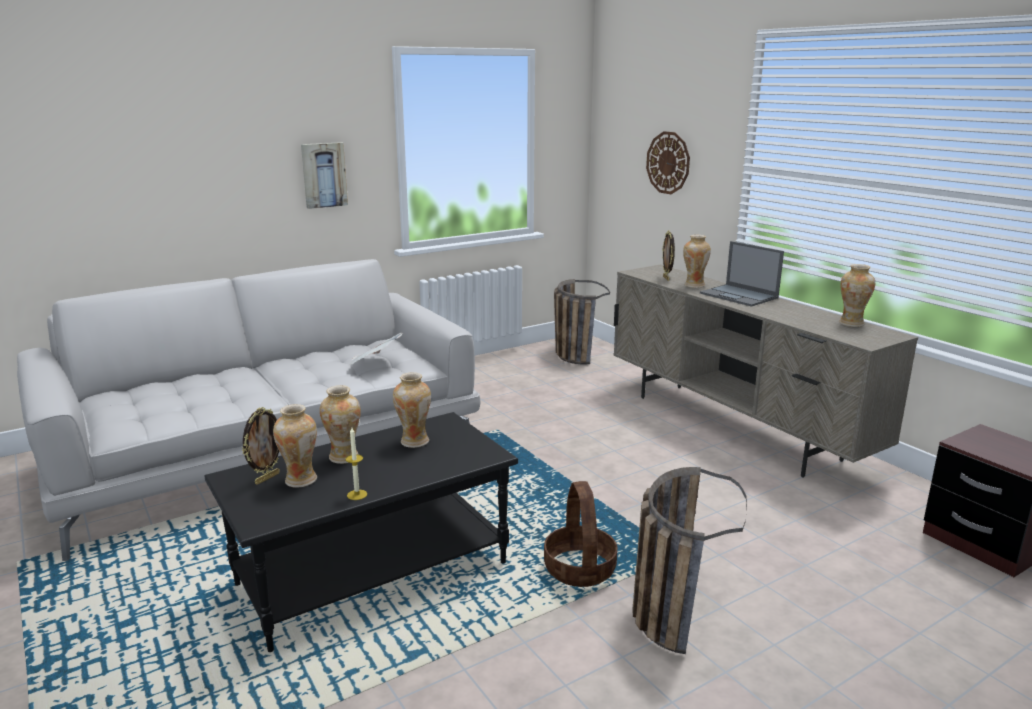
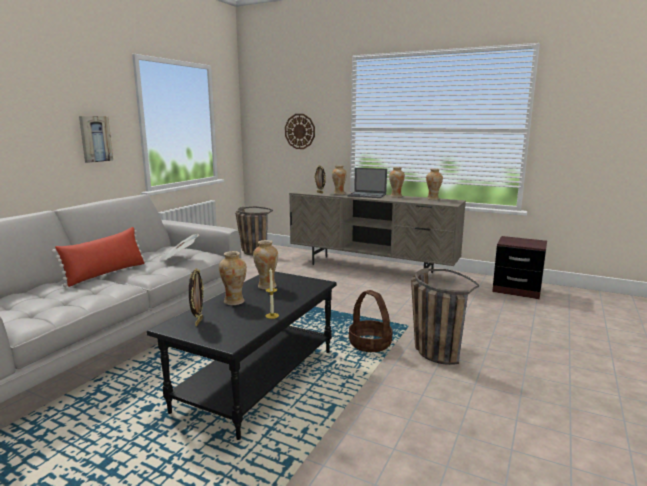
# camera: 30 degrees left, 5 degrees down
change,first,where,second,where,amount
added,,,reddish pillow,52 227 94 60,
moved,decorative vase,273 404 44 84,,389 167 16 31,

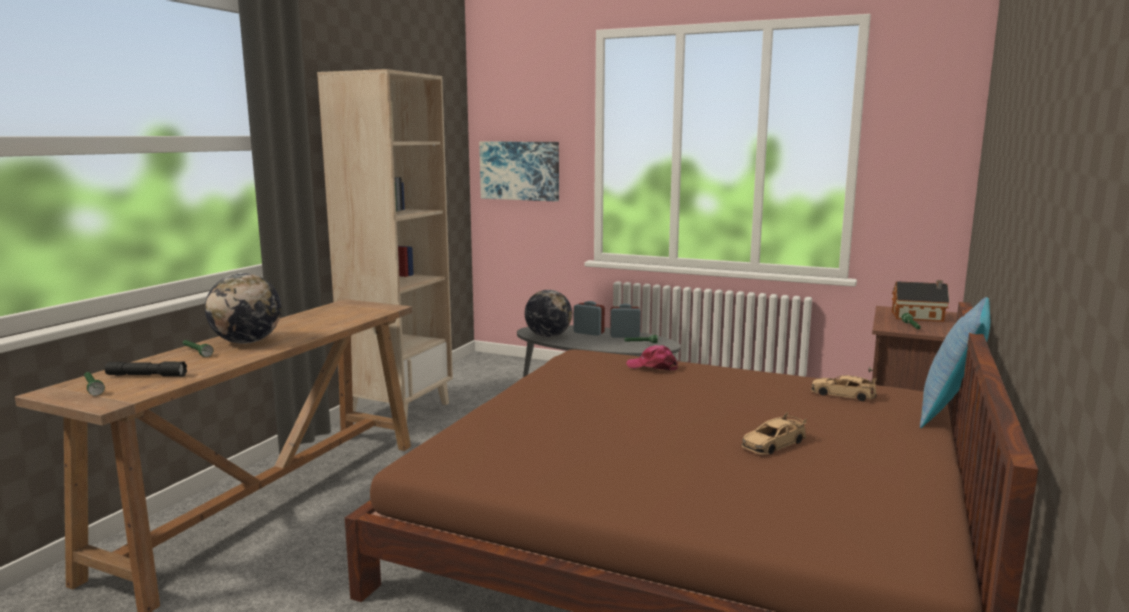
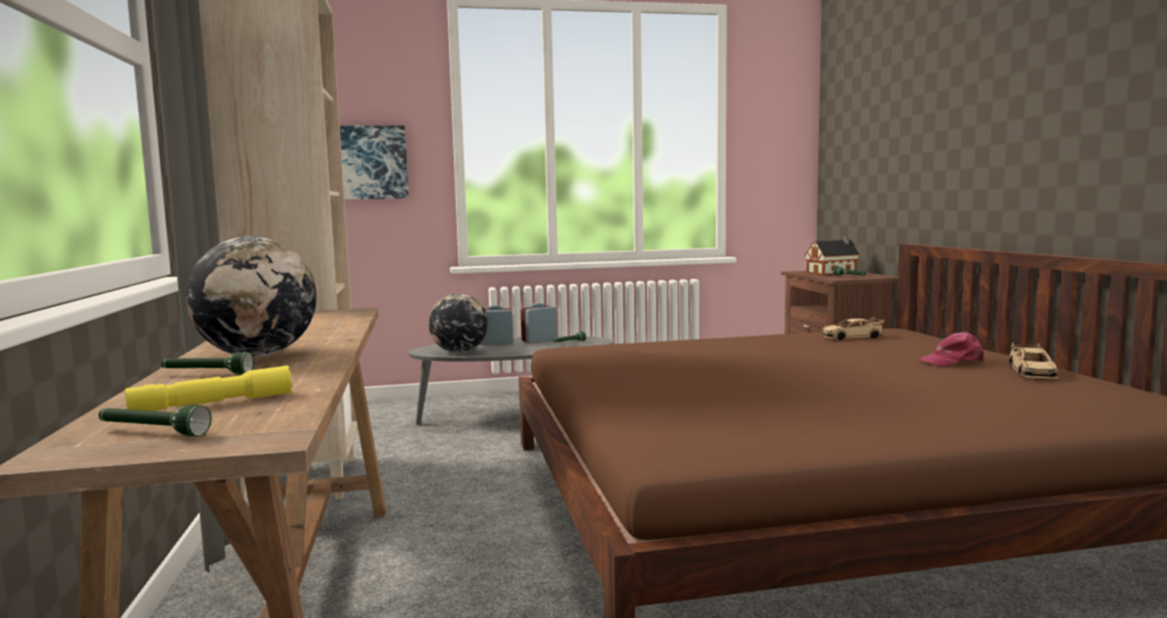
# camera: 35 degrees left, 5 degrees down
change,first,where,second,where,amount
recoloured,black-coloured hand torch,105 361 82 16,yellowish hand torch,125 365 167 46,
moved,pinkish baseball cap,626 345 52 25,,917 332 67 35,
moved,beige miniature car,741 412 66 43,,1008 342 51 37,
removed,pillow,920 297 70 131,,,

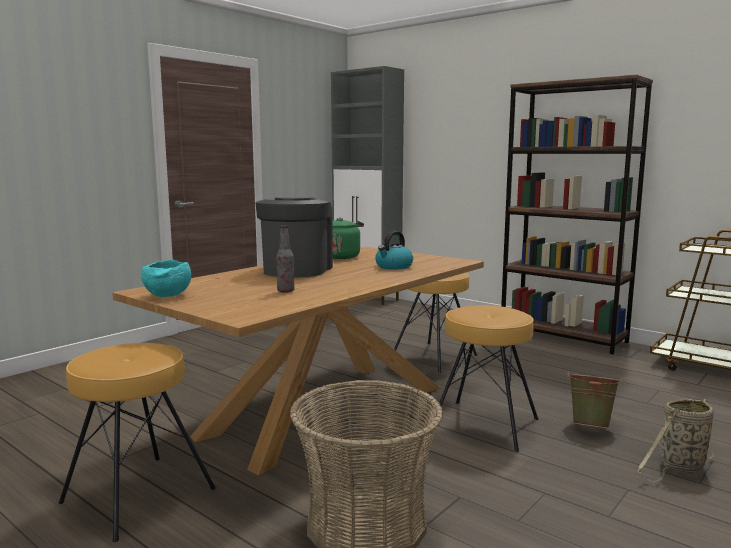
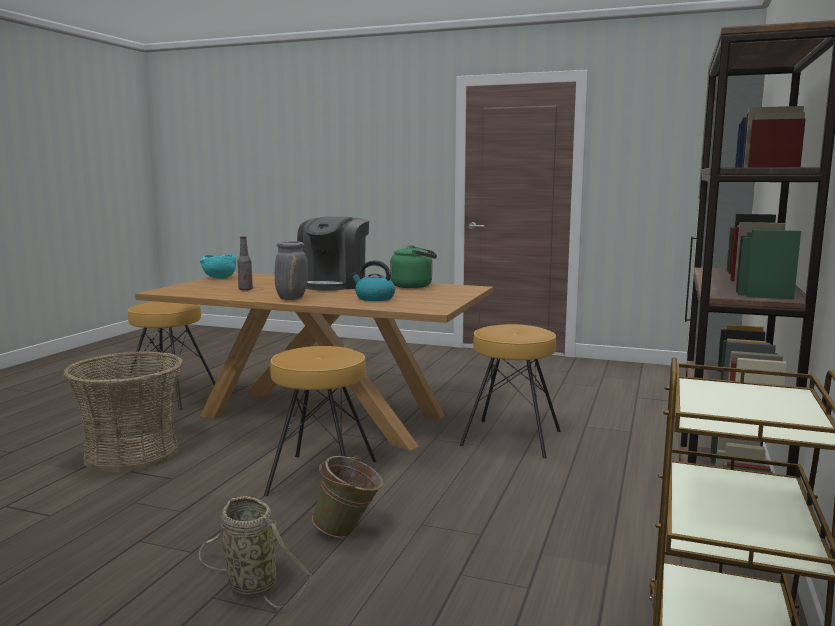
# camera: 70 degrees right, 0 degrees up
change,first,where,second,where,amount
added,,,greyish decorative vase,275 241 33 59,
turned,coffee machine,255 197 78 80,,297 217 72 74,120 degrees clockwise

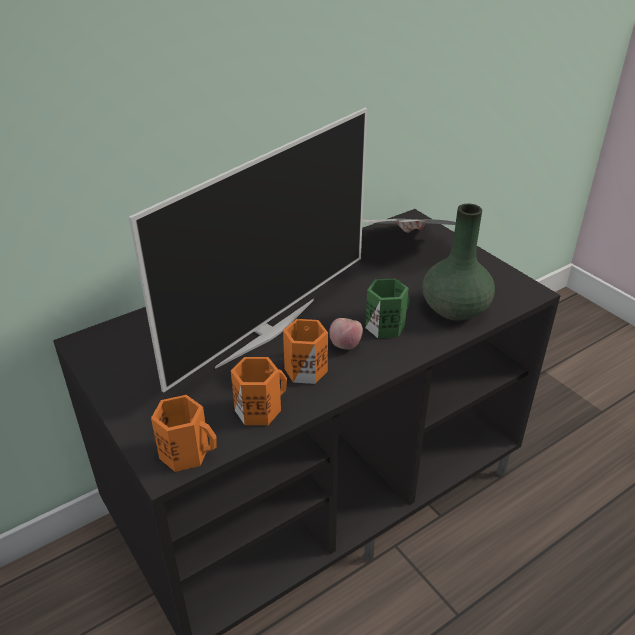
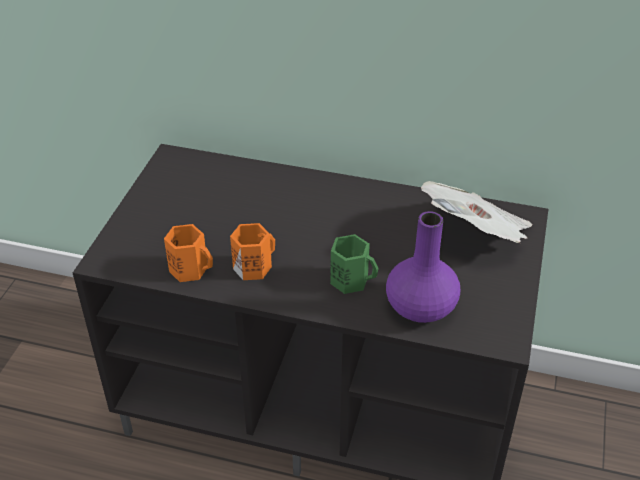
# camera: 50 degrees right, 5 degrees up
change,first,where,second,where,amount
recoloured,greenish decorative vase,422 204 73 117,purplish decorative vase,386 211 74 112,
removed,TV set,129 108 238 285,,,
removed,orangey coffee mug,151 395 66 77,,,
removed,apple,329 318 34 32,,,

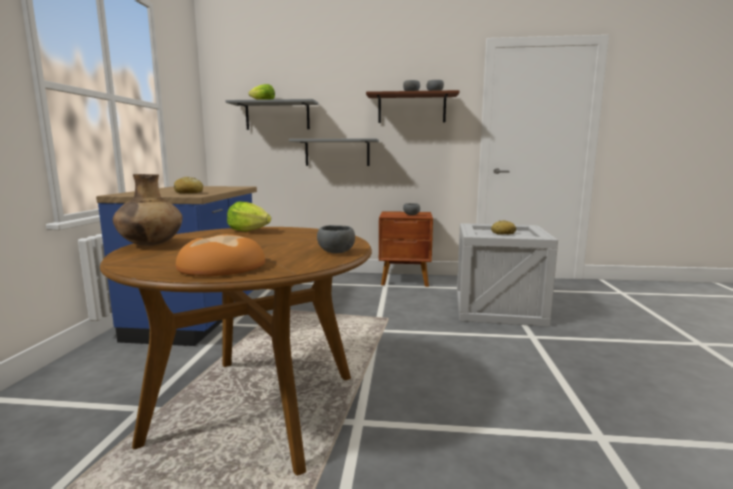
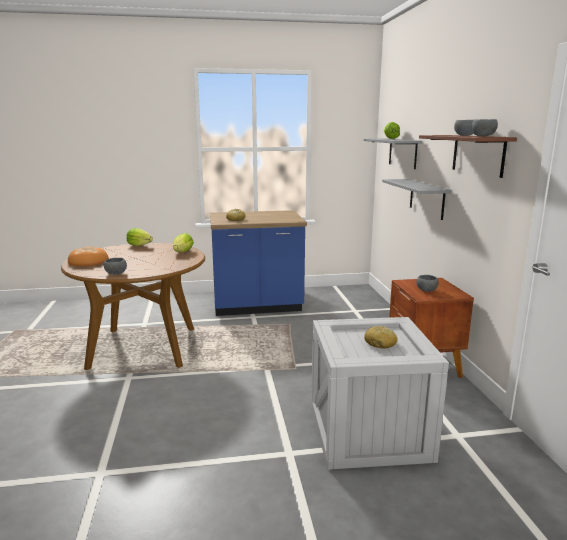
# camera: 75 degrees right, 5 degrees up
change,first,where,second,where,amount
replaced,brownish decorative vase,113 174 69 72,head of lettuce,127 228 26 18,

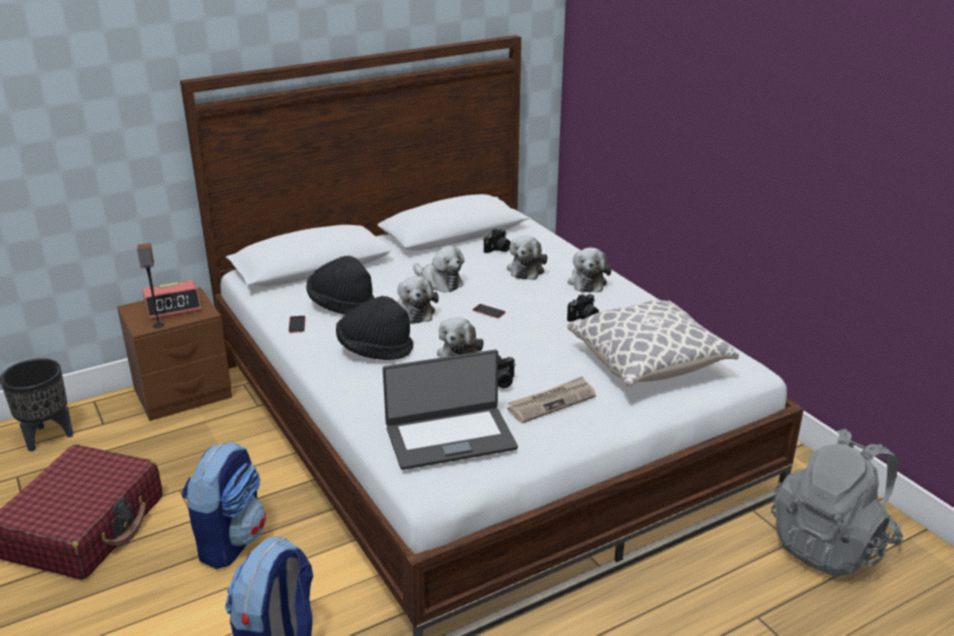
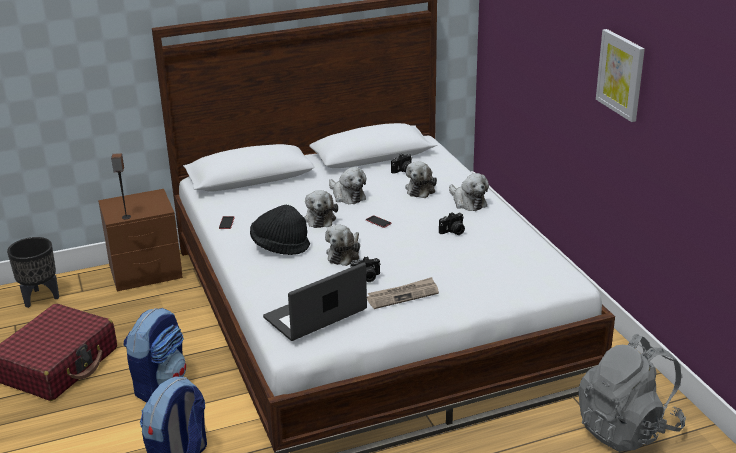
# camera: 10 degrees right, 0 degrees up
change,first,where,second,where,amount
turned,notebook computer,383 350 135 120,,263 263 104 78,150 degrees clockwise
turned,plush toy,567 248 44 44,,449 173 40 38,45 degrees counterclockwise
added,,,wall picture,596 29 49 93,
removed,bedside clock,142 280 59 39,,,
removed,black-coloured hat,306 256 68 58,,,
removed,pillow,567 300 172 89,,,

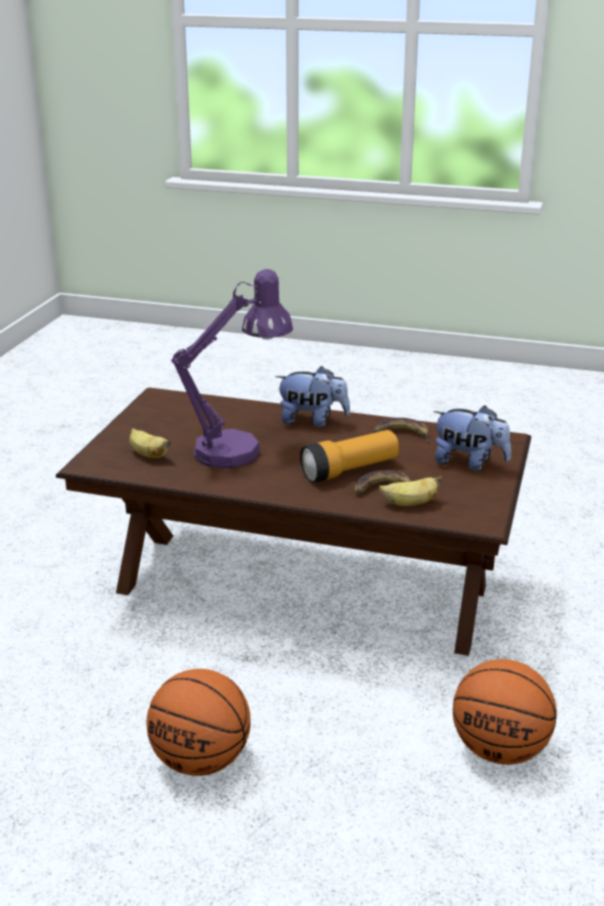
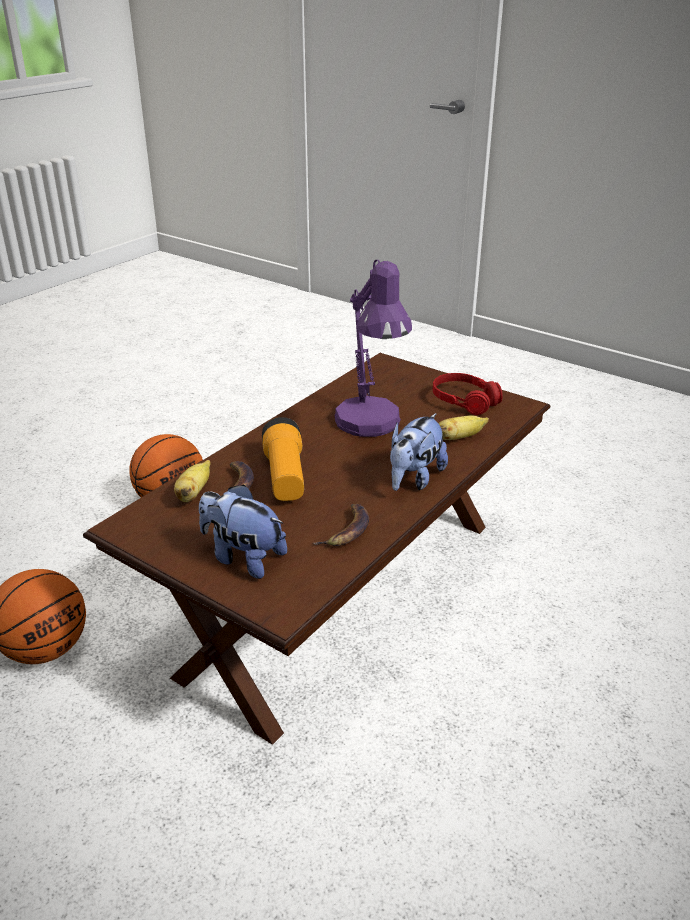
# camera: 110 degrees right, 5 degrees up
change,first,where,second,where,amount
turned,plush toy,434 406 77 65,,199 484 88 95,75 degrees clockwise
added,,,reddish headphones,433 373 70 42,
moved,banana,129 428 42 30,,439 415 50 25,

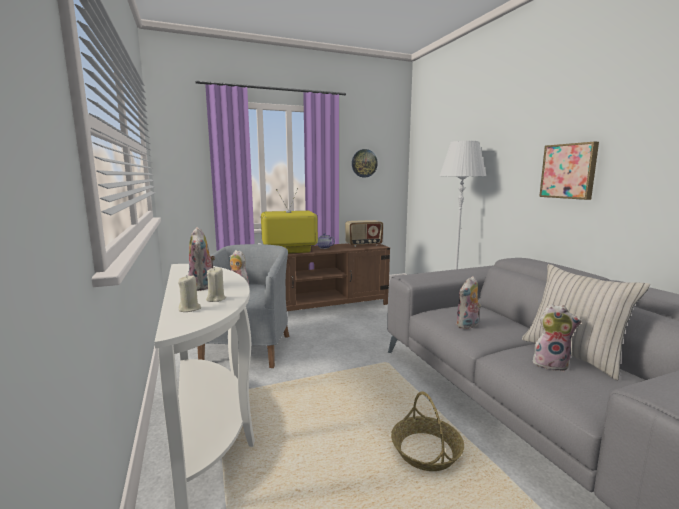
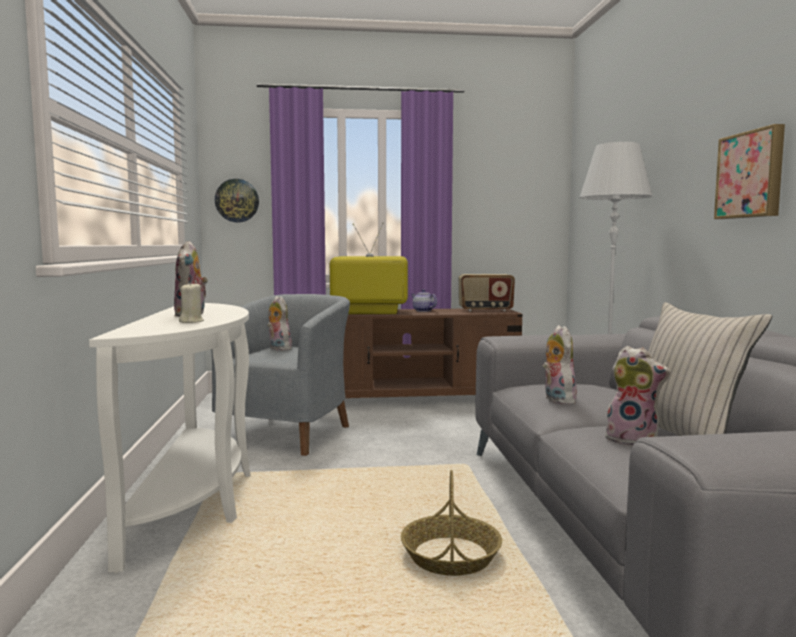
# camera: 15 degrees right, 5 degrees down
change,first,where,second,where,amount
moved,wall clock,352 149 26 28,,215 179 44 43,
turned,plush toy,456 276 25 53,,542 325 35 80,105 degrees clockwise
removed,beige wax candle,178 275 23 37,,,

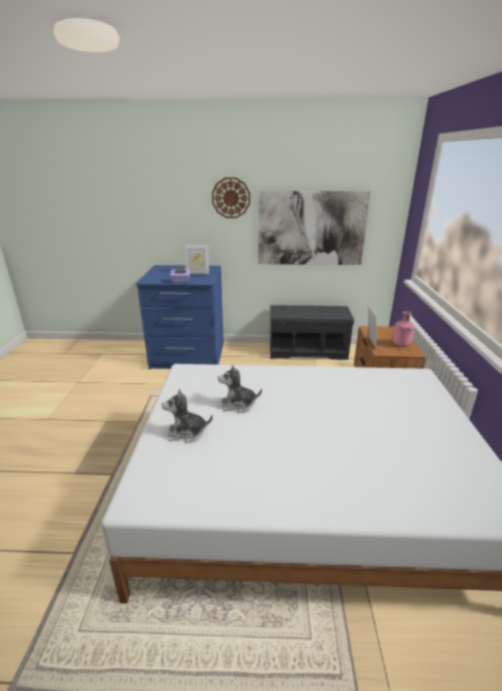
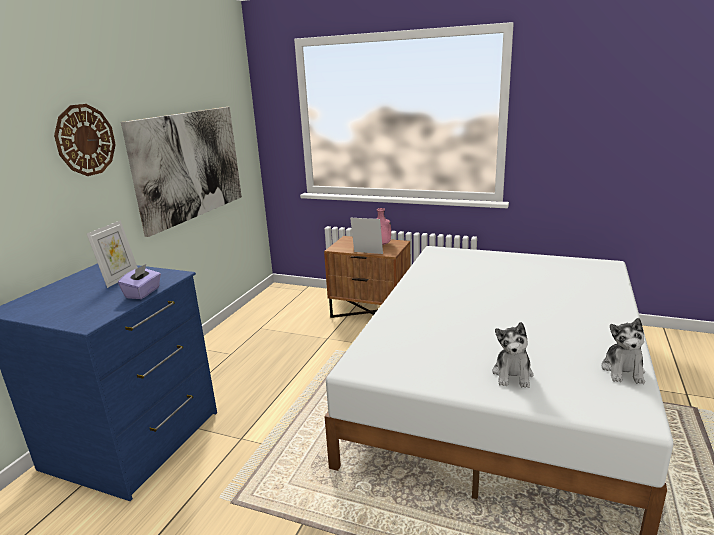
# camera: 70 degrees left, 5 degrees down
change,first,where,second,where,amount
moved,plush toy,218 364 44 49,,602 318 43 66,
removed,greyish long seat,270 305 84 55,,,

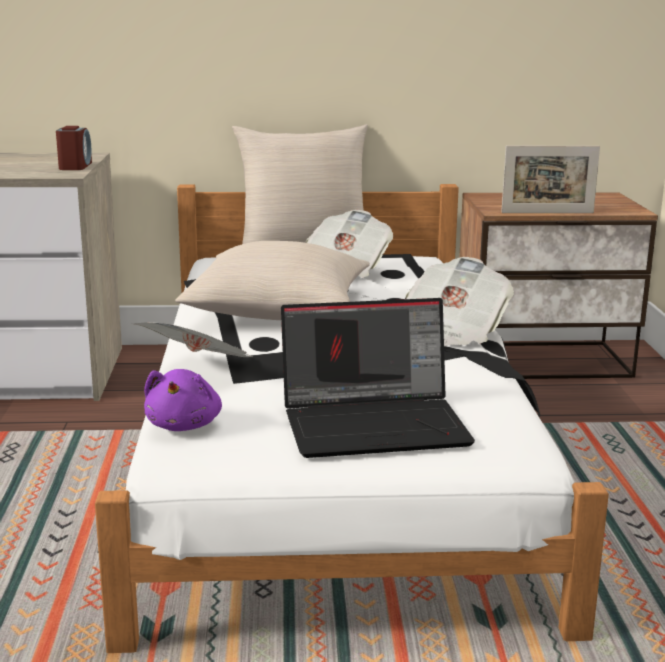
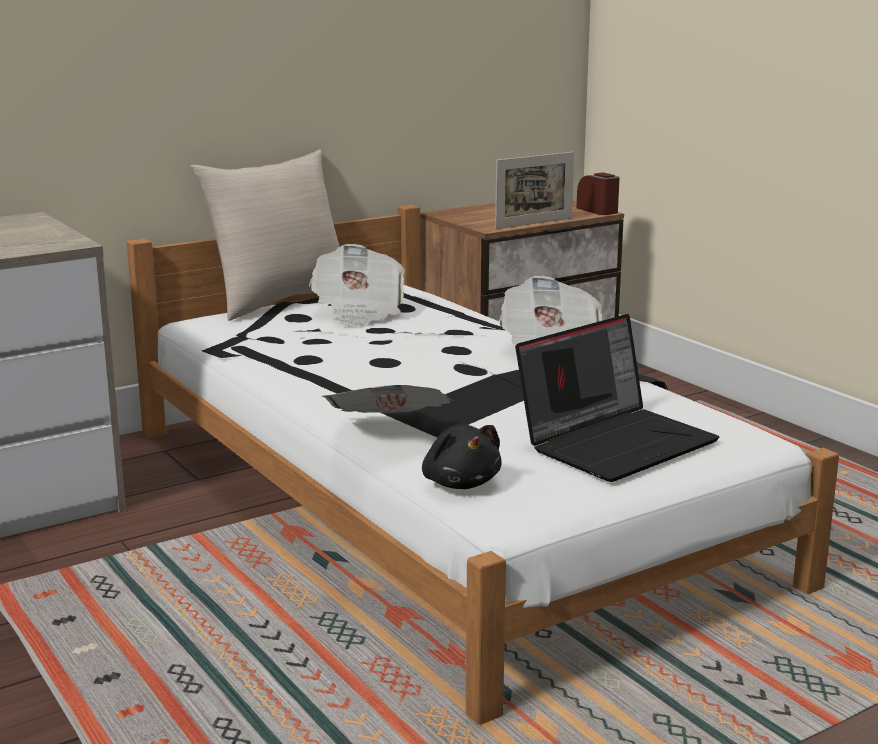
# camera: 30 degrees left, 0 degrees up
change,first,where,second,where,amount
recoloured,purplish plush toy,144 369 78 62,black-coloured plush toy,422 424 80 65,
moved,bedside clock,56 126 36 44,,576 172 44 43,
removed,beige pillow,175 241 195 79,,,

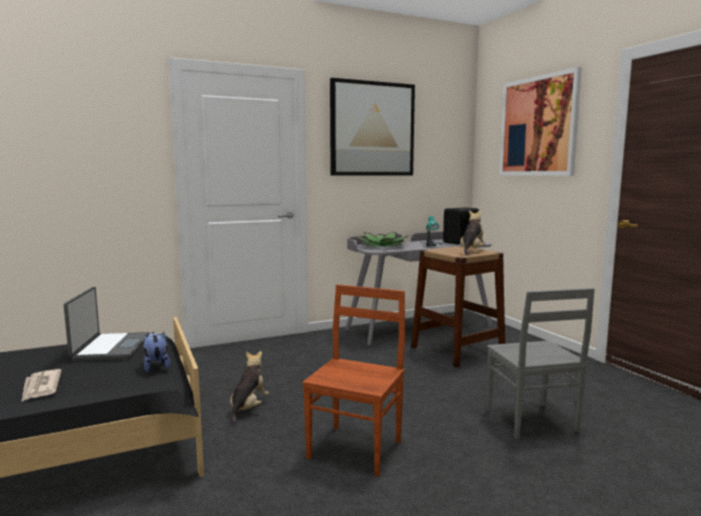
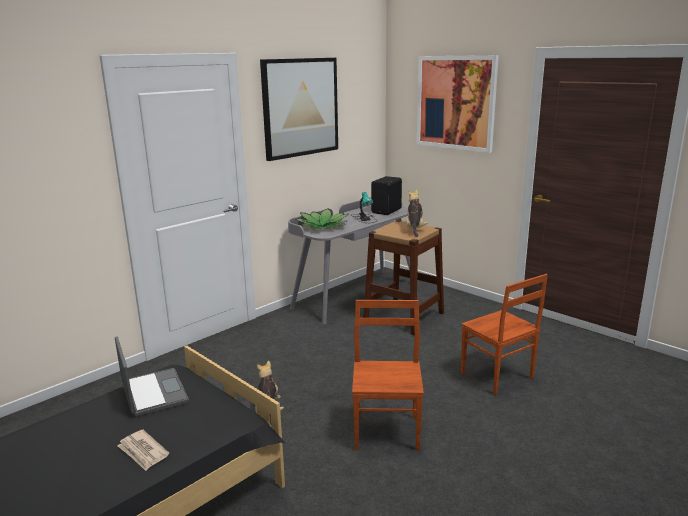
# camera: 20 degrees left, 10 degrees up
change,first,where,second,where,amount
recoloured,greyish plain chair,487 288 108 151,brownish plain chair,461 274 87 121,
removed,plush toy,143 332 28 41,,,

